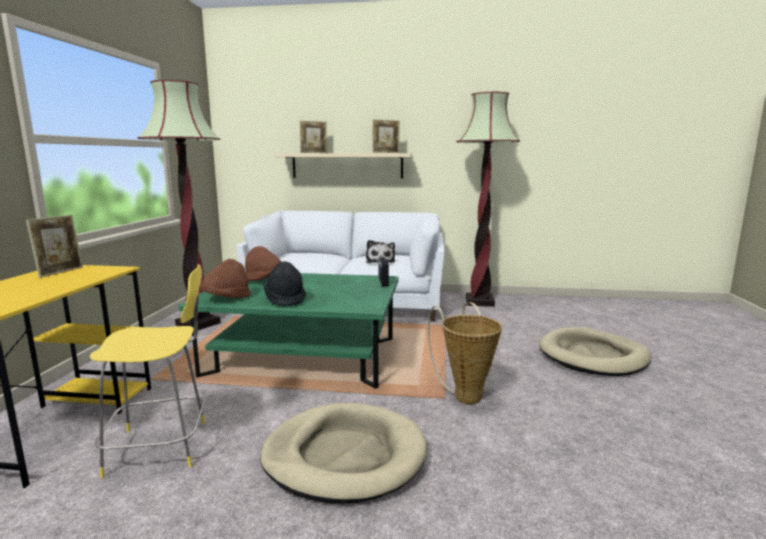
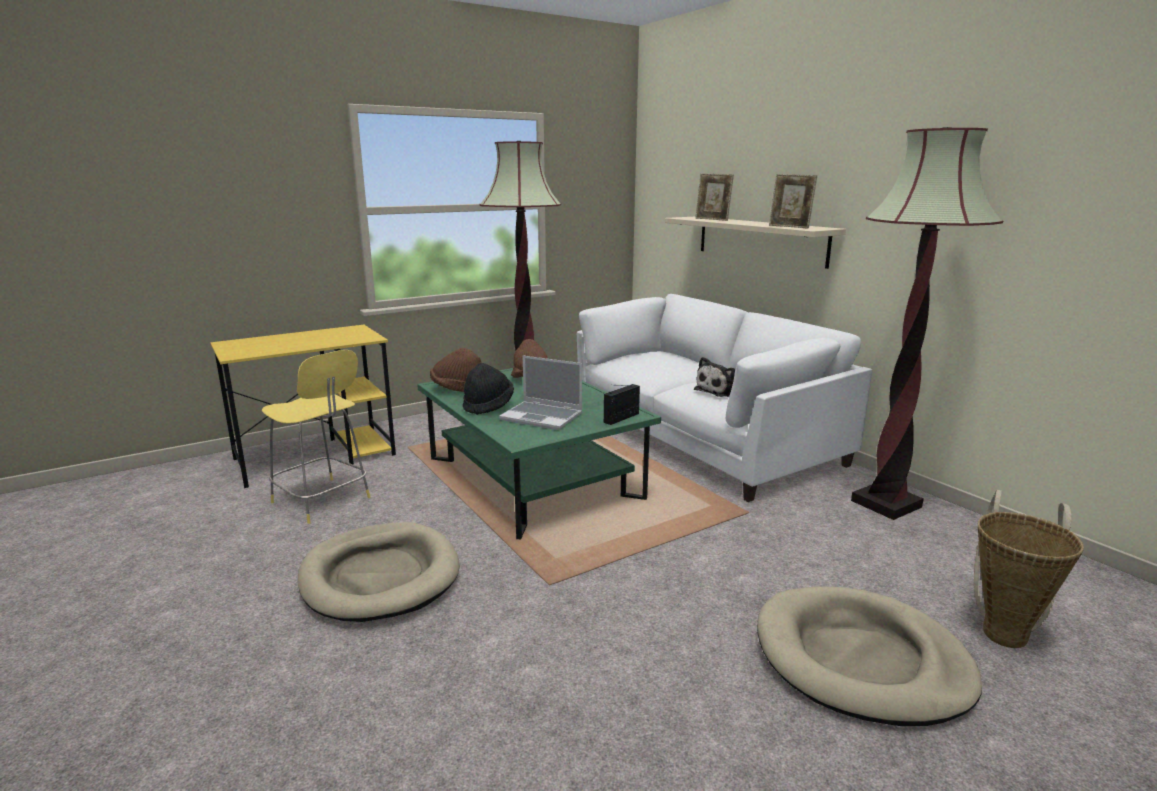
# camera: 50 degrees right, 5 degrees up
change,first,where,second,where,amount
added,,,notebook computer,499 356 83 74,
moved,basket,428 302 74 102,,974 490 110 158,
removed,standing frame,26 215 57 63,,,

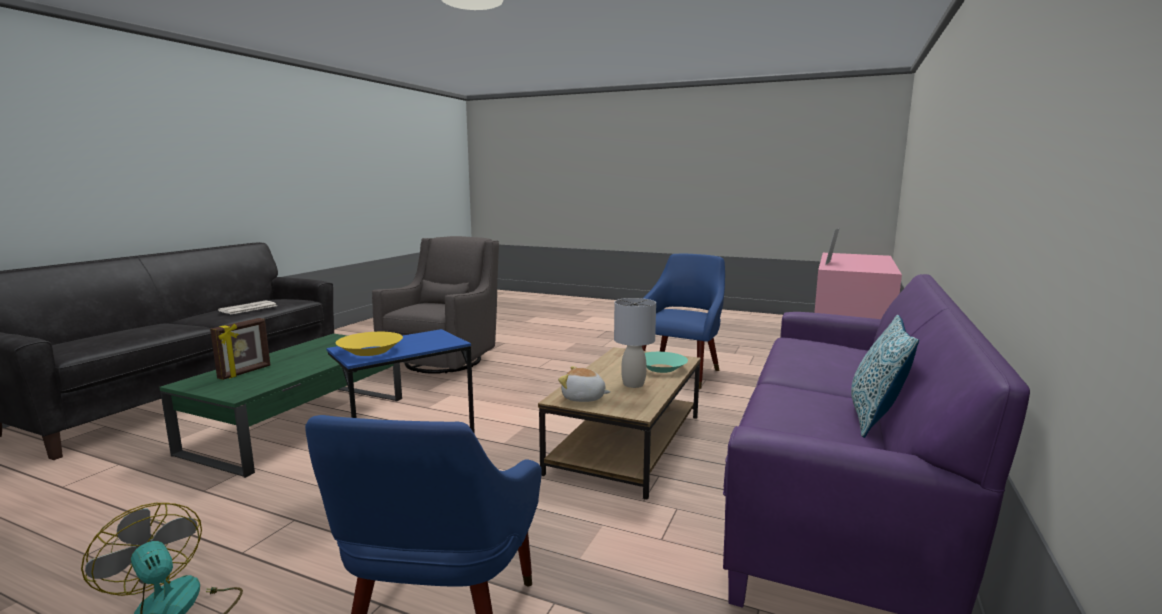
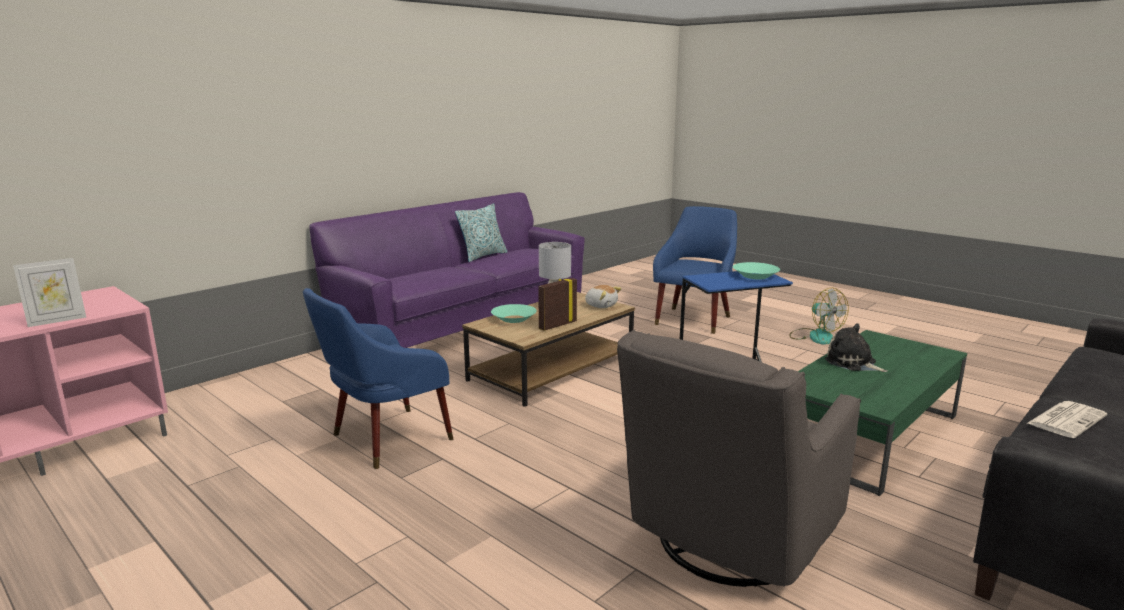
# camera: 160 degrees left, 5 degrees up
change,first,where,second,where,amount
moved,standing frame,210 318 60 62,,538 278 39 53,
recoloured,yellowish deep dish,336 332 67 24,turquoise-coloured deep dish,733 262 47 17,
added,,,plush toy,825 323 62 49,

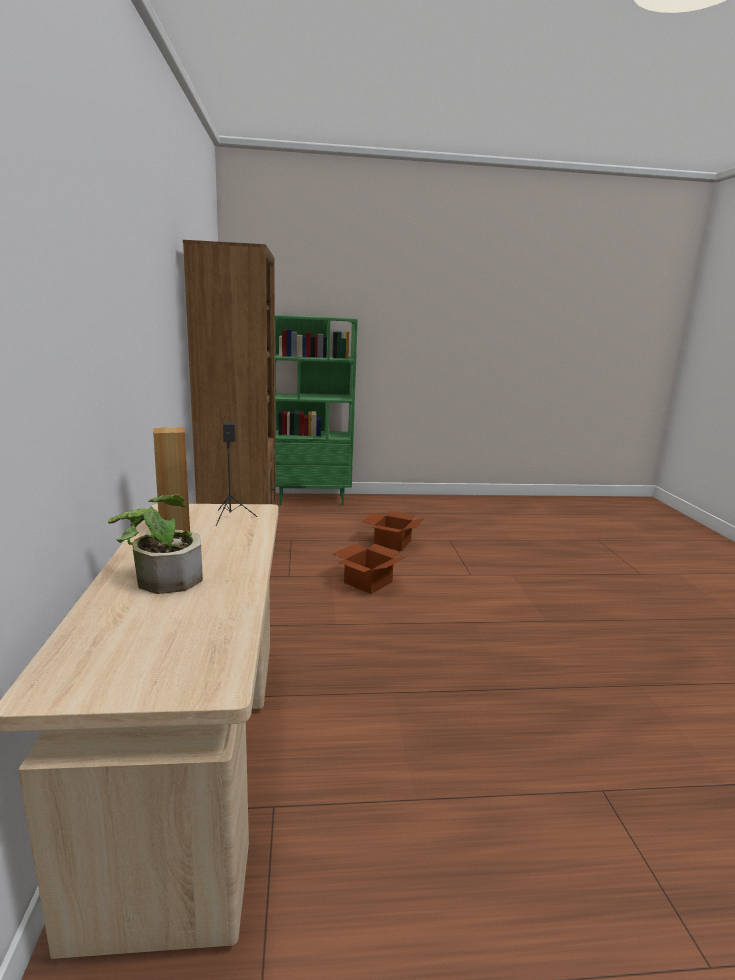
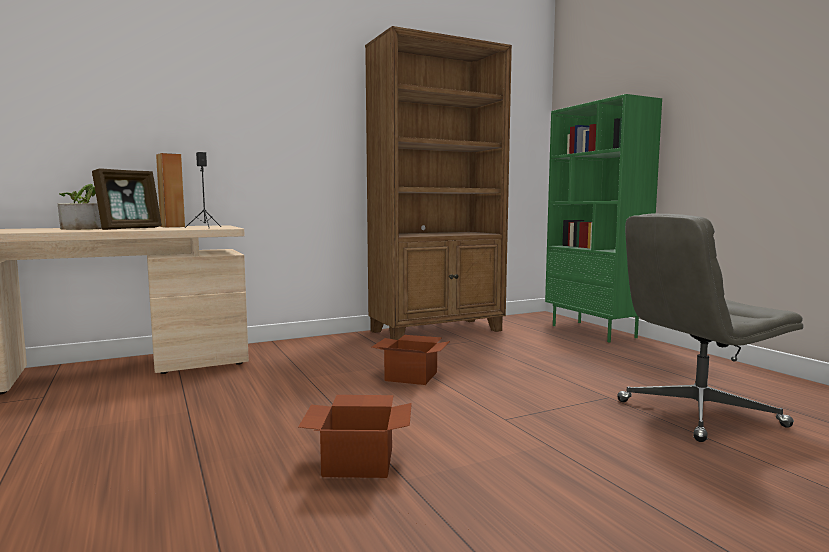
# camera: 70 degrees right, 10 degrees down
change,first,where,second,where,amount
added,,,standing frame,92 168 70 62,
moved,cardboard box,362 511 63 40,,298 395 114 83,
added,,,greyish desk chair,617 213 187 229,

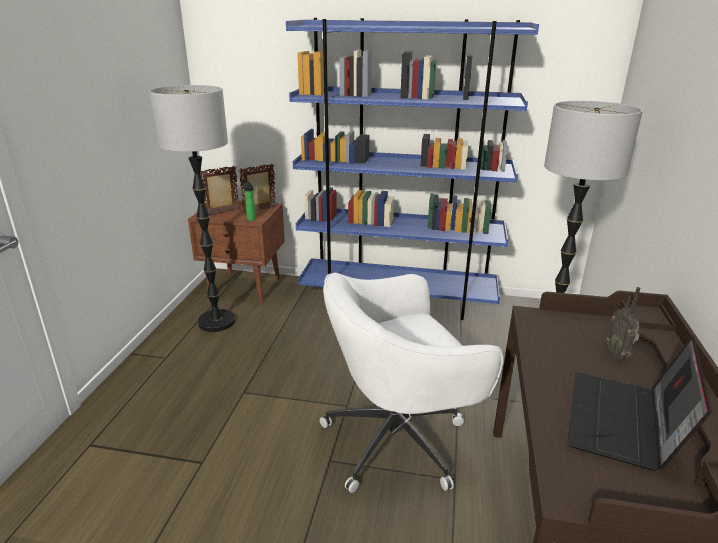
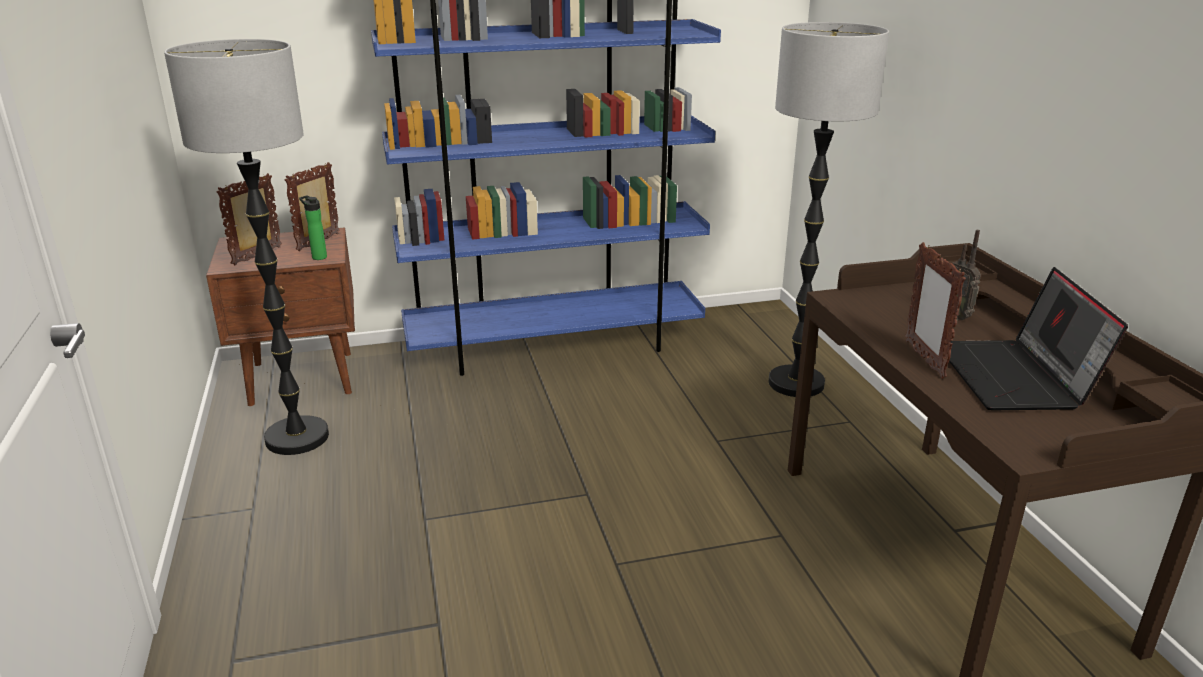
# camera: 25 degrees left, 0 degrees up
change,first,where,second,where,amount
added,,,standing frame,905 242 61 137,
removed,whitish desk chair,320 273 184 220,,,

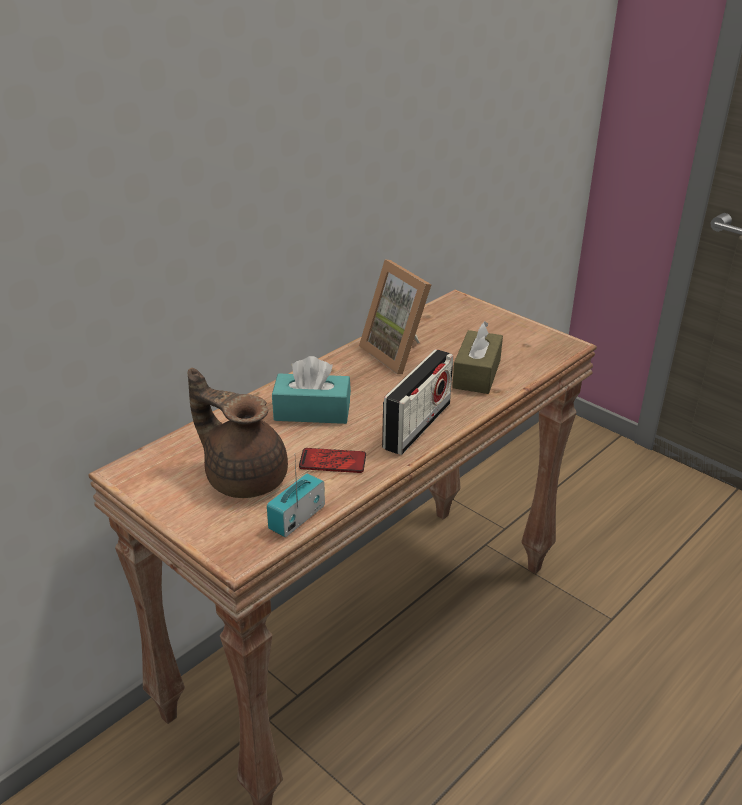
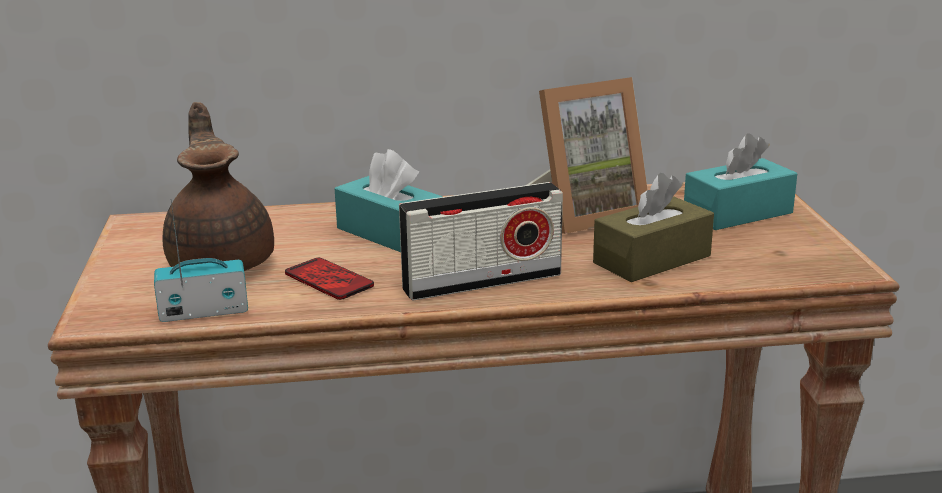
# camera: 40 degrees right, 10 degrees down
change,first,where,second,where,amount
turned,standing frame,359 259 73 115,,527 77 121 157,120 degrees counterclockwise
added,,,turquoise-coloured tissue box,684 133 113 97,

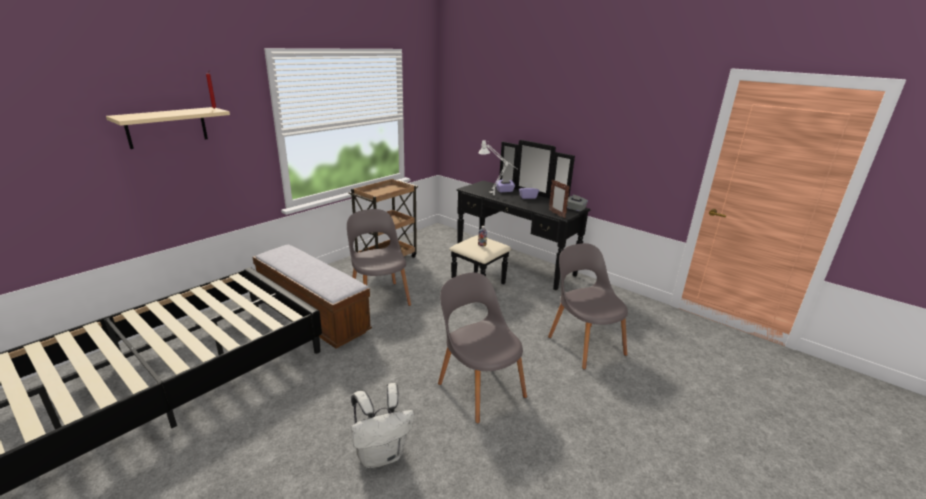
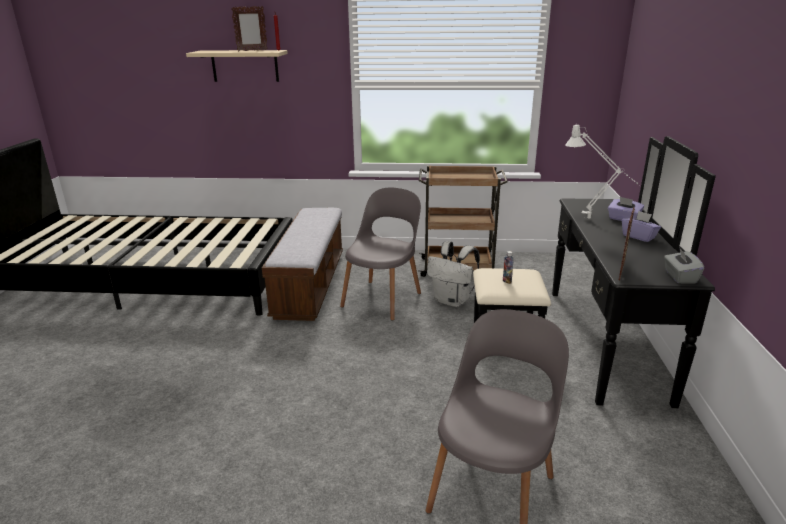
# camera: 55 degrees right, 0 degrees up
change,first,where,second,where,amount
added,,,standing frame,231 6 37 45,
moved,whitish backpack,351 383 63 85,,427 241 53 66,
removed,greyish plain chair,438 273 89 150,,,

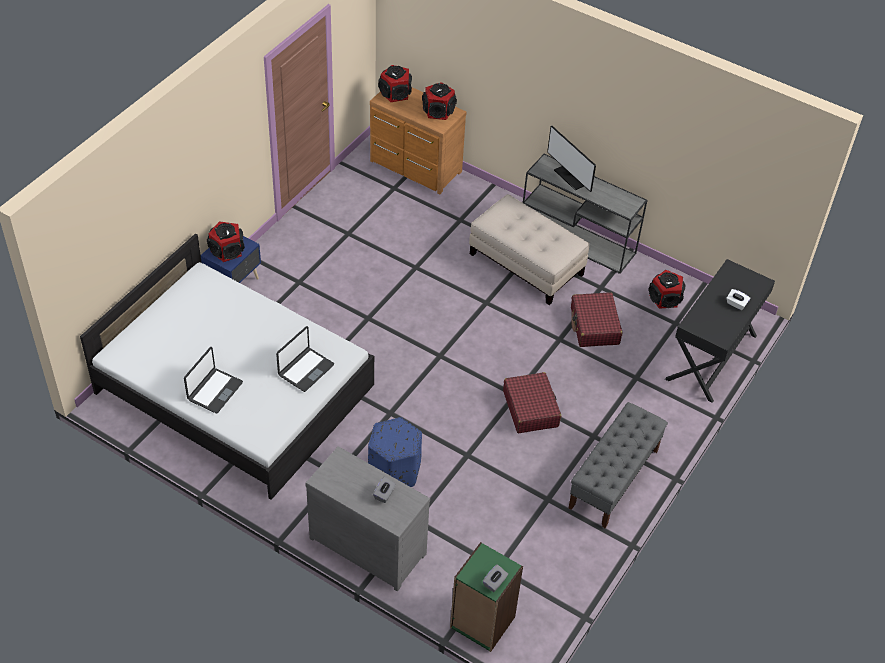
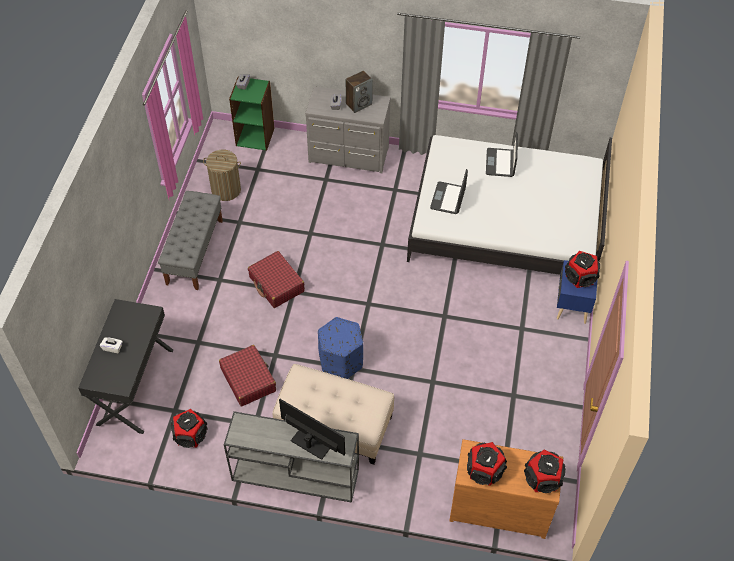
# camera: 160 degrees right, 5 degrees up
change,first,where,second,where,amount
added,,,laundry basket,203 150 38 51,
moved,blue-coloured pouffe,368 417 54 70,,318 317 45 62,
added,,,audio speaker,346 71 27 42,

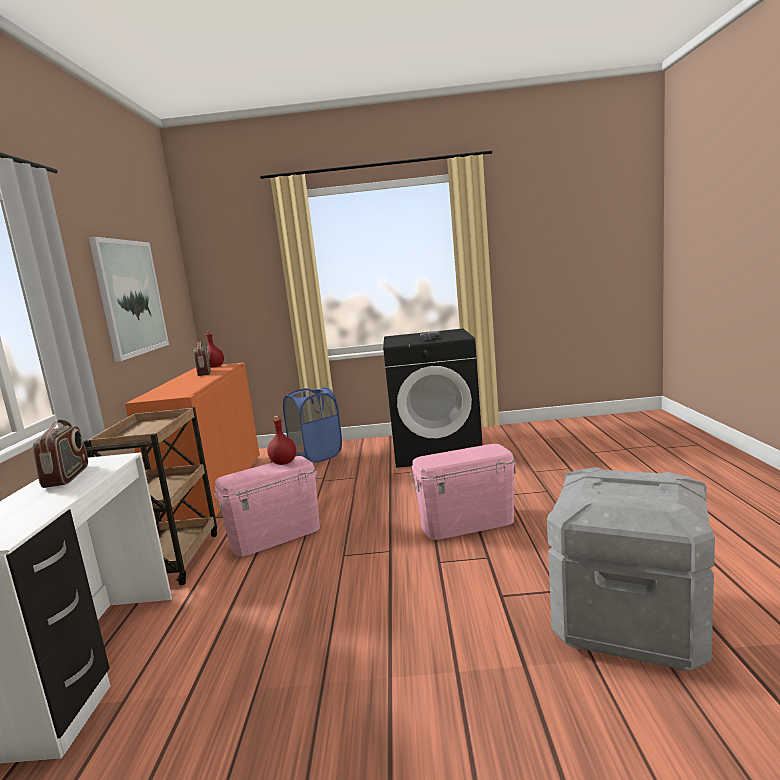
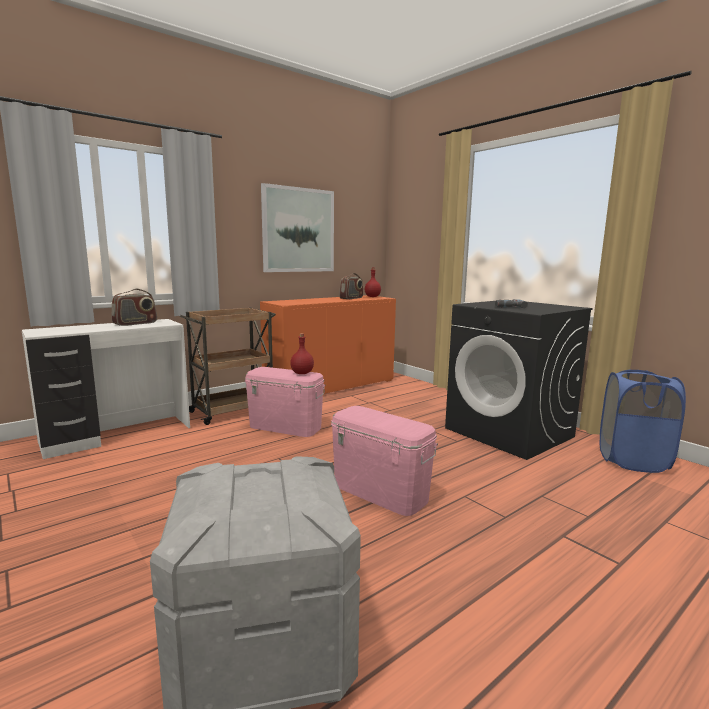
# camera: 50 degrees right, 0 degrees up
change,first,where,second,where,amount
moved,blue-coloured laundry basket,283 387 59 75,,600 369 86 104,

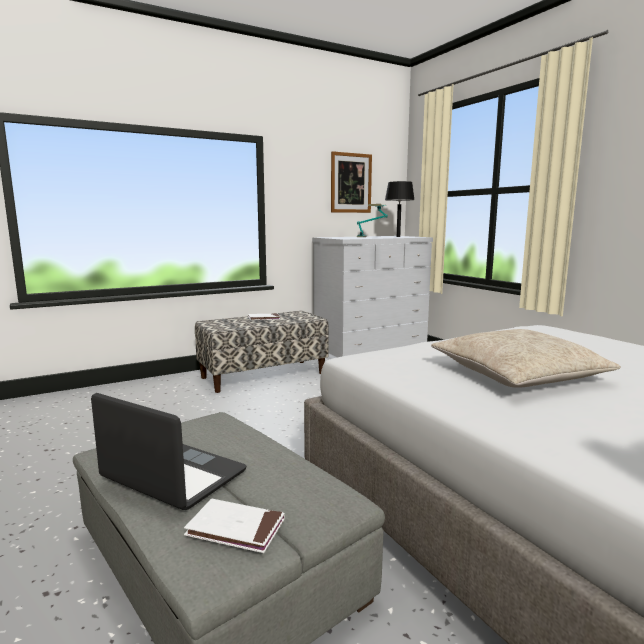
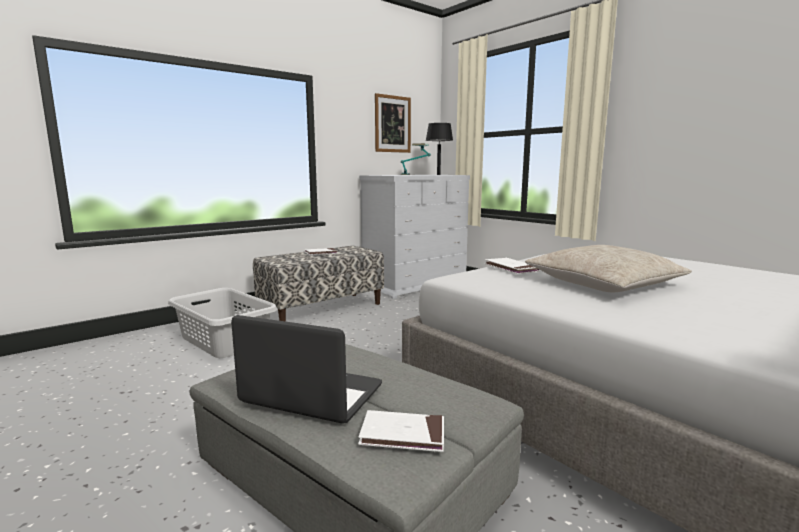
# camera: 10 degrees left, 0 degrees up
change,first,where,second,where,amount
added,,,greyish laundry basket,168 288 110 70,
added,,,whitish book,484 258 57 16,

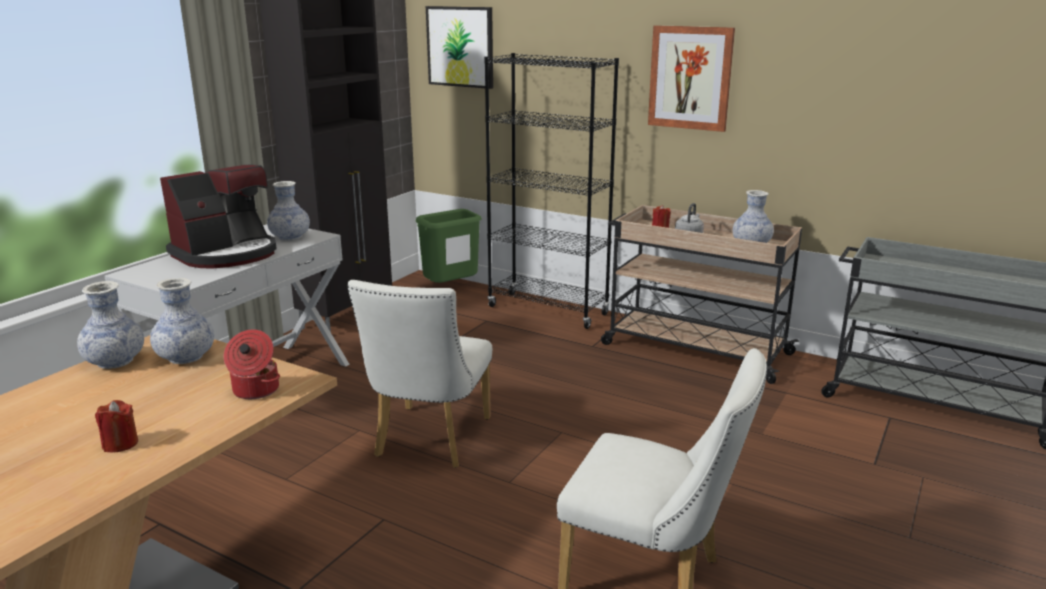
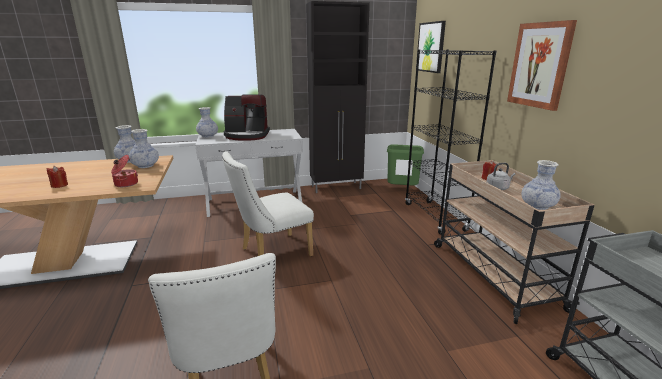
# camera: 45 degrees right, 0 degrees up
change,first,where,second,where,amount
moved,decorative vase,267 181 43 60,,196 107 22 31,

